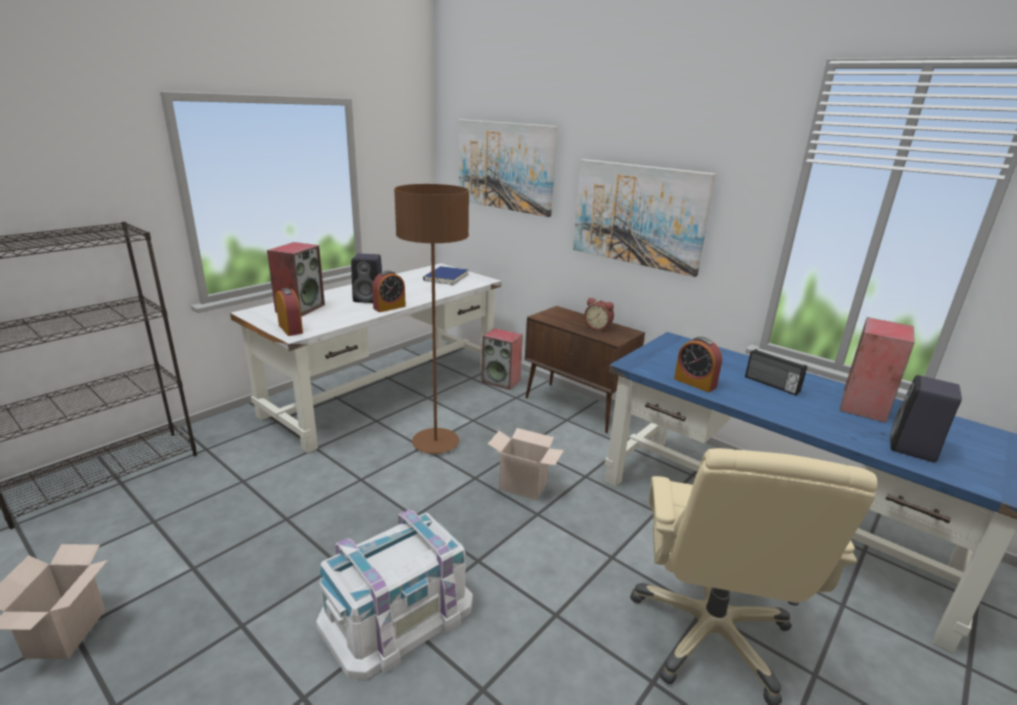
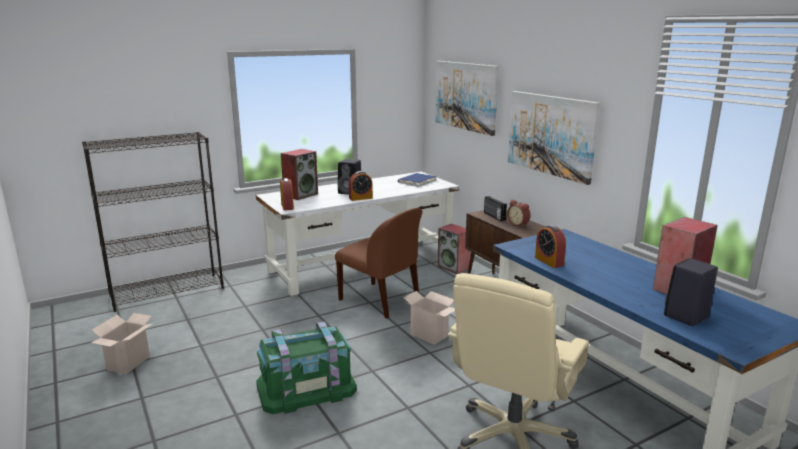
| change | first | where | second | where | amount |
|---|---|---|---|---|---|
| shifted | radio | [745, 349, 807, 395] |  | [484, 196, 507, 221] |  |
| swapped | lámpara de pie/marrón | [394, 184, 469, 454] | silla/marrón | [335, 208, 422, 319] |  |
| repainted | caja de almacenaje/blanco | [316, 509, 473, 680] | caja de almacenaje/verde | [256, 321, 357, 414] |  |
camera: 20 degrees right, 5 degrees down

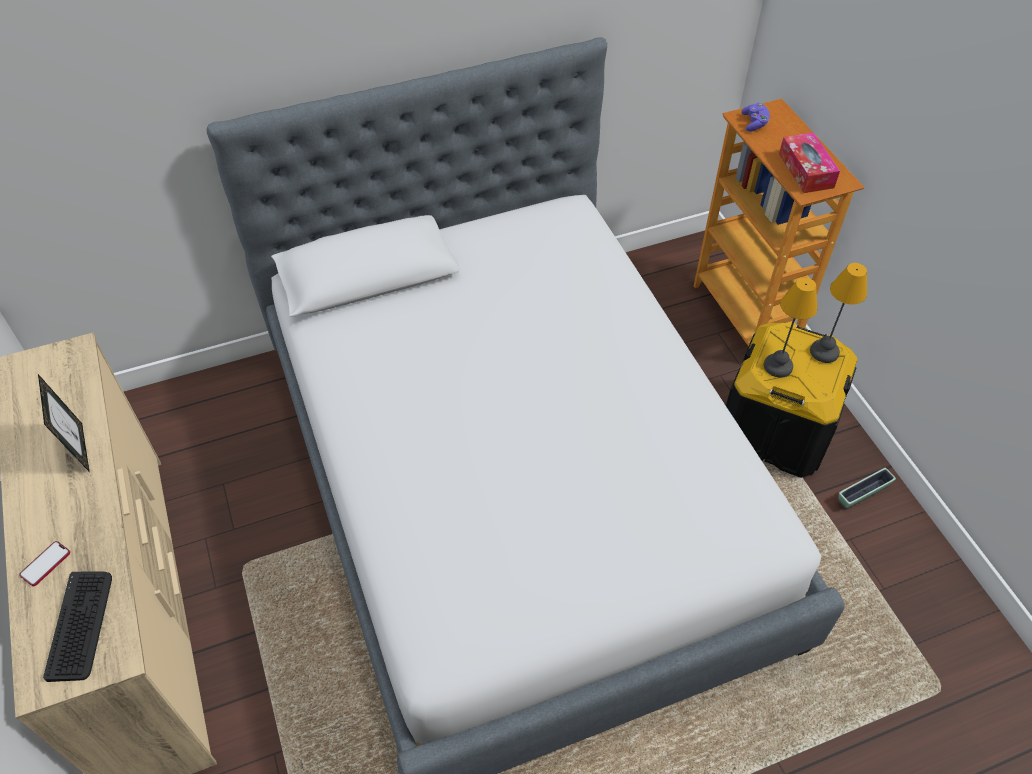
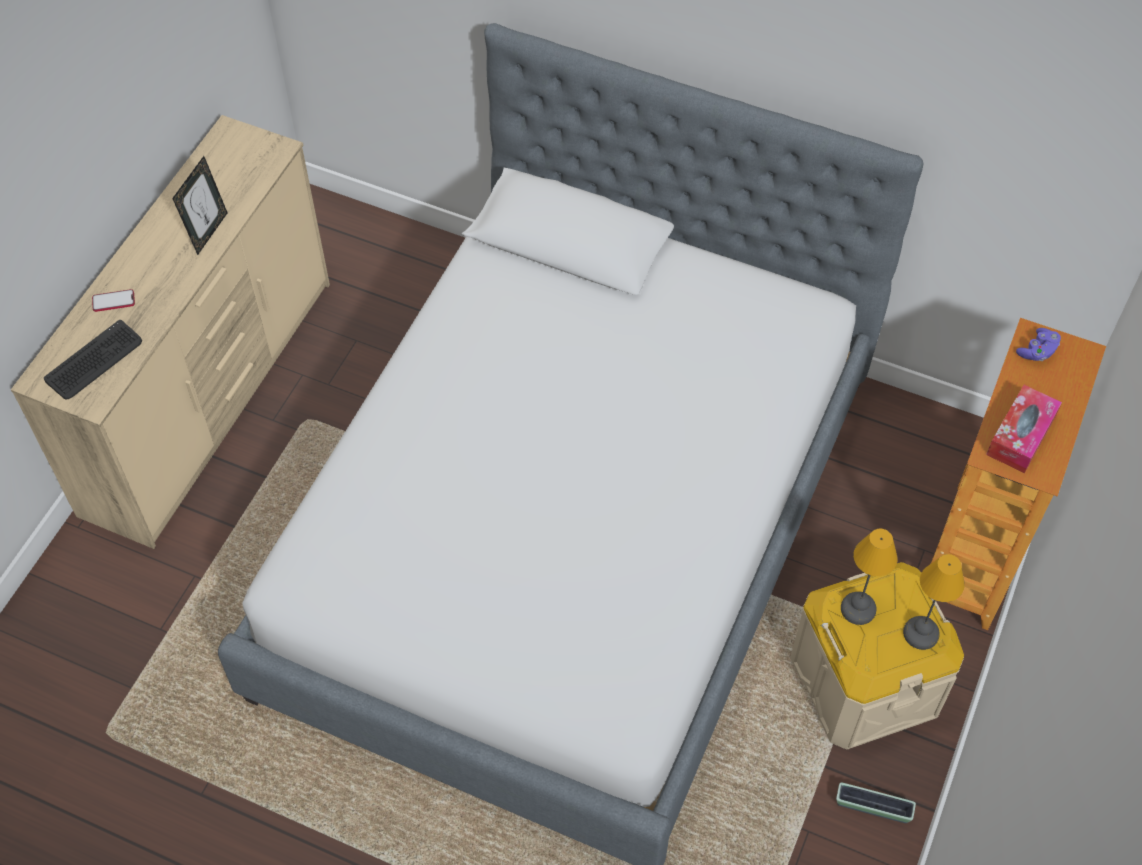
| change | first | where | second | where | amount |
|---|---|---|---|---|---|
| repainted | caja de almacenaje/negro | [726, 323, 858, 478] | caja de almacenaje/beis | [790, 562, 964, 750] |  |
camera: 45 degrees right, 5 degrees up

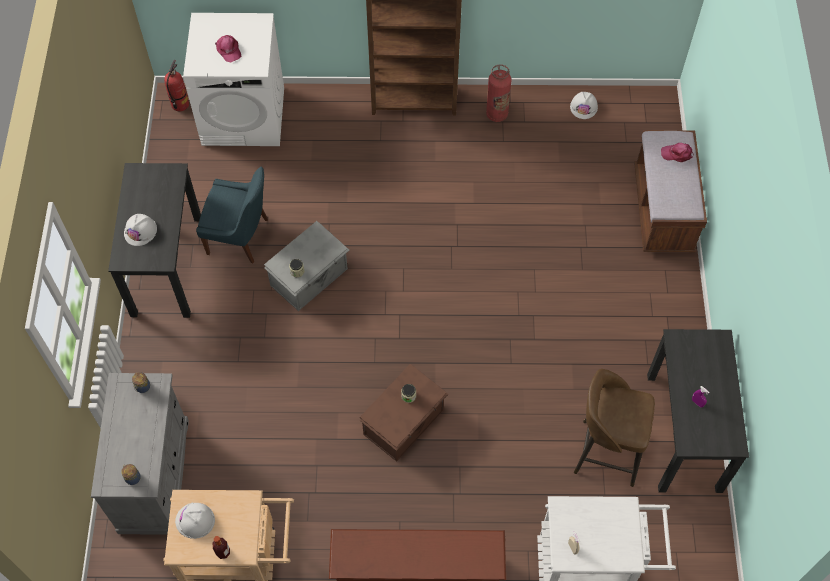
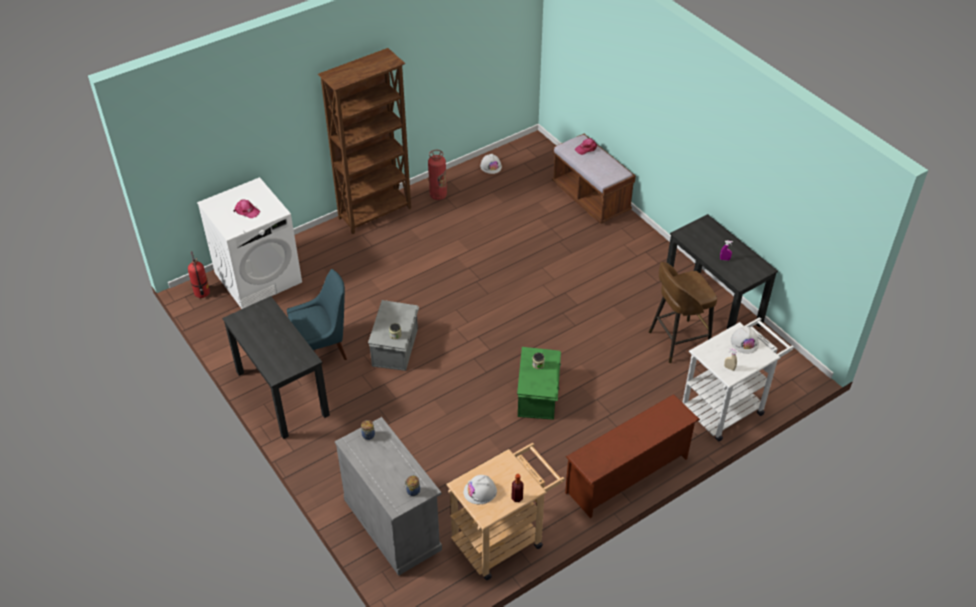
| change | first | where | second | where | amount |
|---|---|---|---|---|---|
| shifted | casco/blanco | [124, 214, 157, 246] |  | [731, 327, 759, 354] |  |
| repainted | caja de almacenaje/marrón | [360, 364, 448, 462] | caja de almacenaje/verde | [517, 347, 561, 420] |  |
camera: 35 degrees left, 15 degrees down

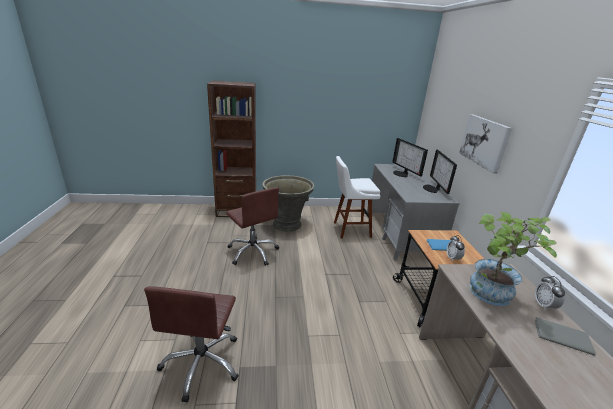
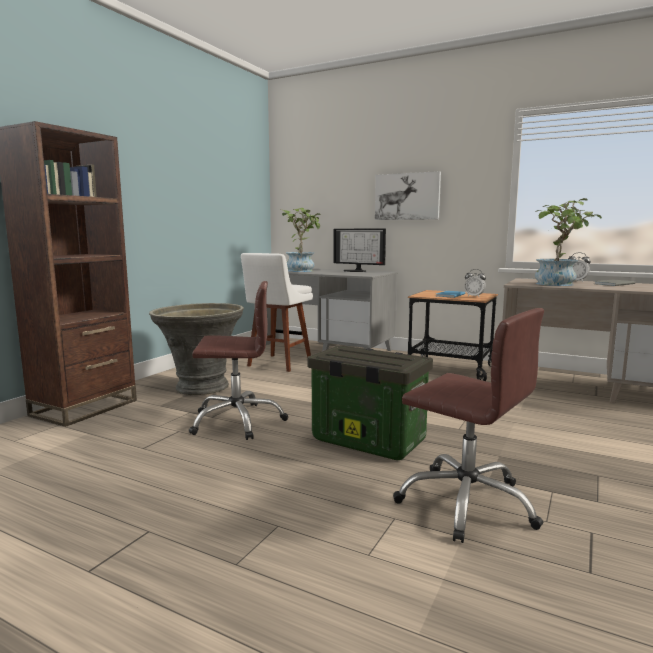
| change | first | where | second | where | amount |
|---|---|---|---|---|---|
| new |  |  | caja de almacenaje | [307, 346, 433, 460] |  |
| swapped | monitor | [392, 138, 428, 177] | planta en maceta | [279, 208, 321, 272] |  |
camera: 55 degrees left, 15 degrees down

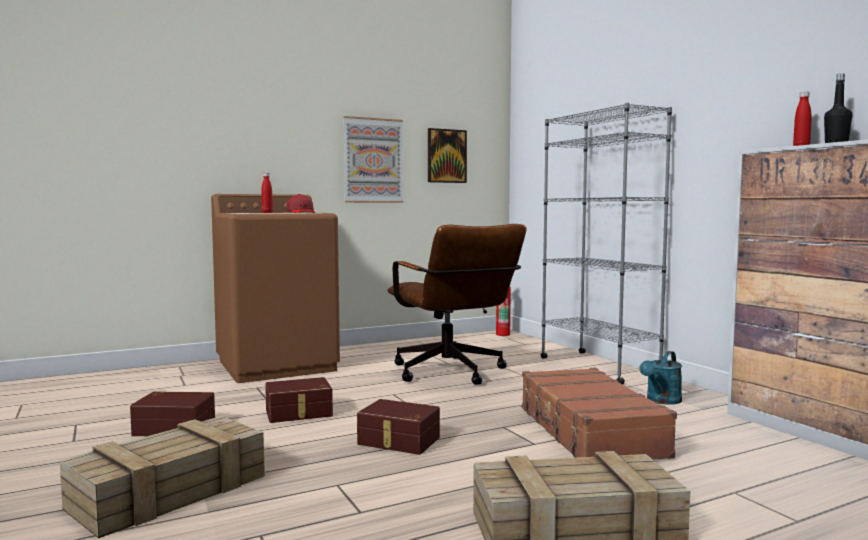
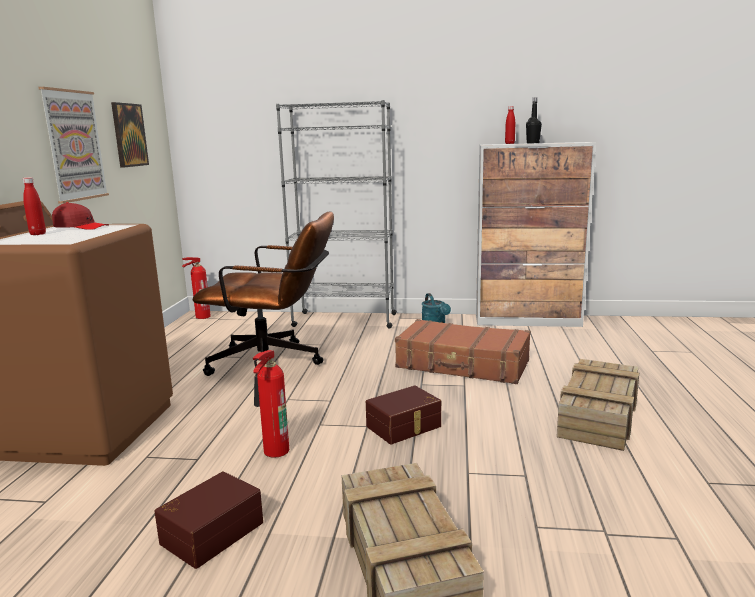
| change | first | where | second | where | amount |
|---|---|---|---|---|---|
| swapped | caja de almacenaje/marrón | [265, 377, 333, 423] | extintor | [253, 350, 289, 458] |  |
camera: 55 degrees left, 10 degrees up

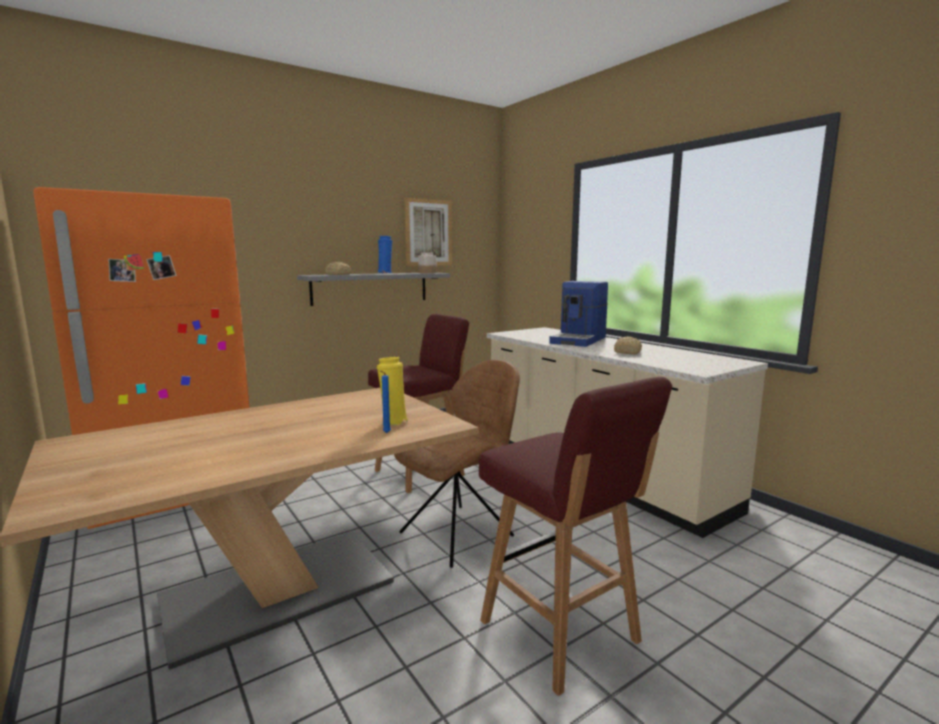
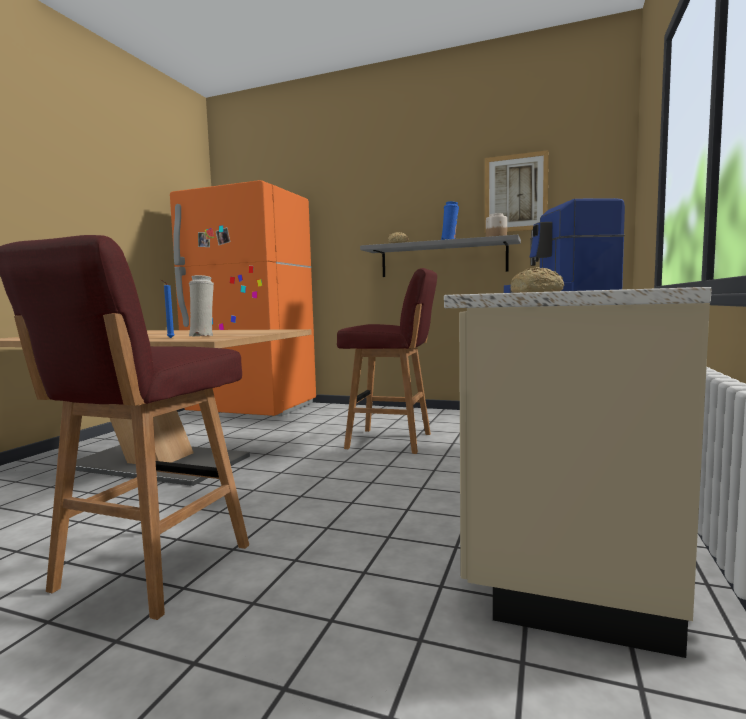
| change | first | where | second | where | amount |
|---|---|---|---|---|---|
| gone | silla/marrón | [394, 360, 520, 568] |  |  |  |
| repainted | florero/amarillo | [377, 357, 408, 425] | florero/blanco | [189, 275, 214, 336] |  |
camera: 55 degrees right, 5 degrees down

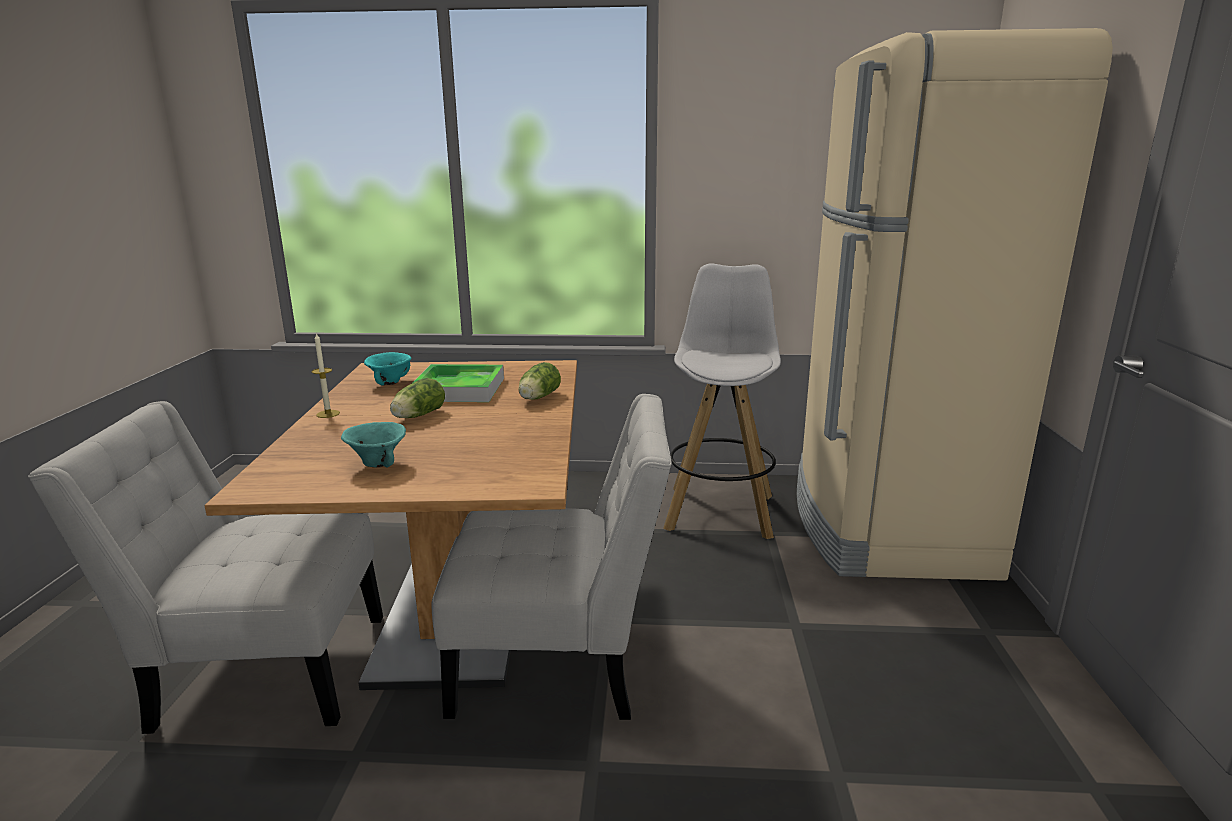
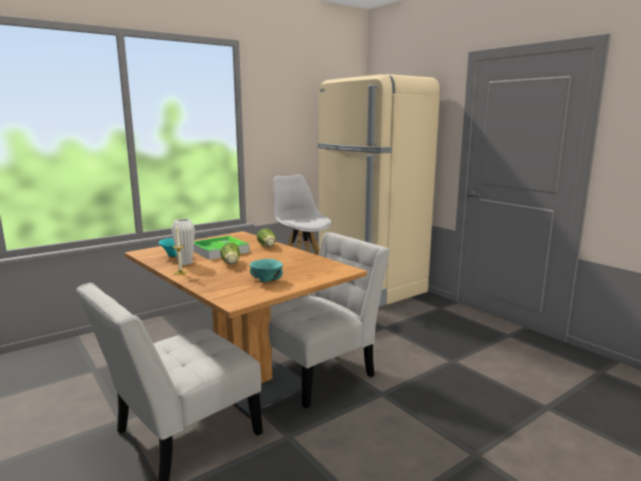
| change | first | where | second | where | amount |
|---|---|---|---|---|---|
| new |  |  | florero/blanco | [171, 219, 195, 265] |  |
camera: 40 degrees left, 5 degrees down

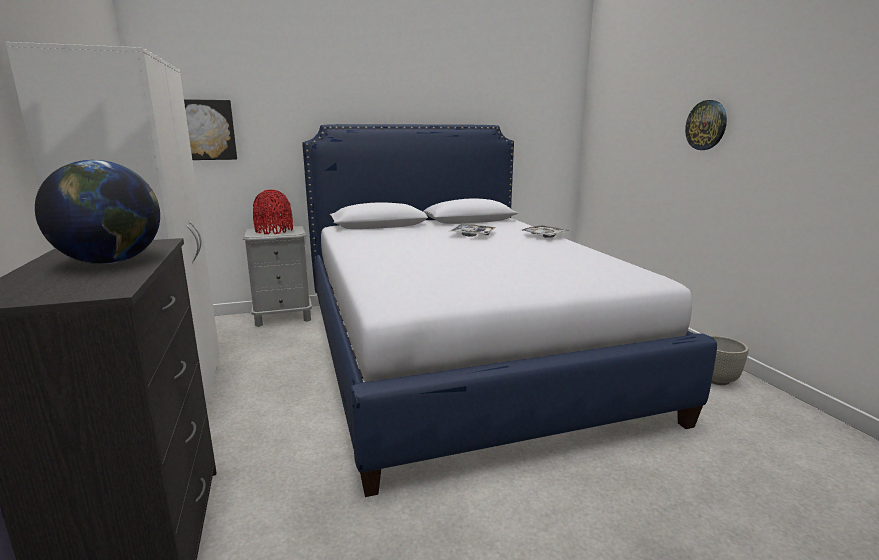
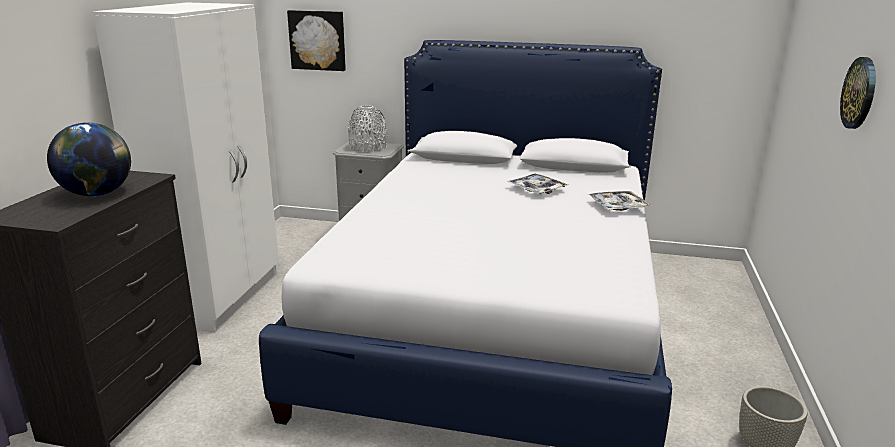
| change | first | where | second | where | amount |
|---|---|---|---|---|---|
| repainted | florero/rojo | [253, 190, 293, 234] | florero/gris | [348, 105, 387, 152] |  |
camera: 30 degrees right, 5 degrees up

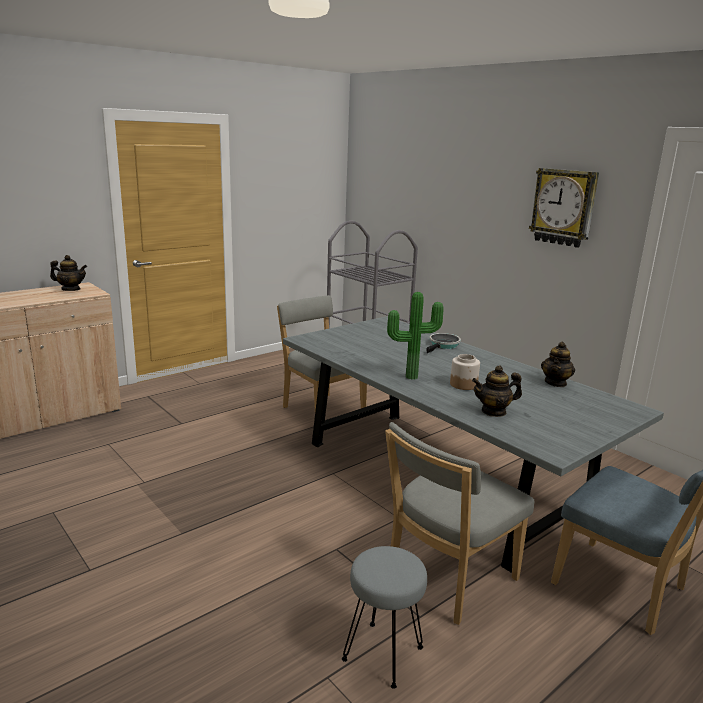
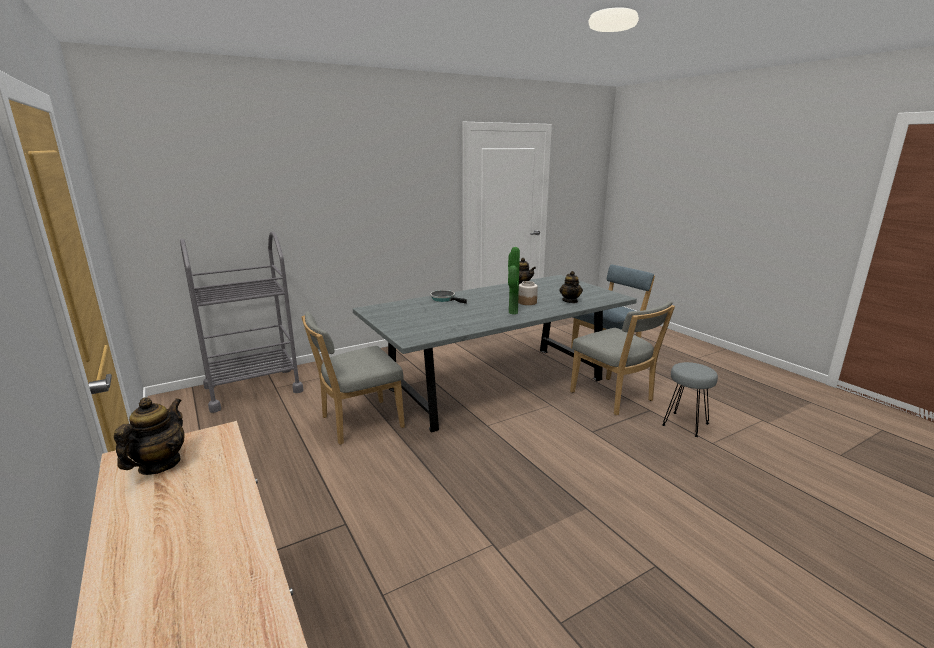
| change | first | where | second | where | amount |
|---|---|---|---|---|---|
| gone | reloj de pared | [529, 168, 599, 248] |  |  |  |
camera: 80 degrees left, 0 degrees up

